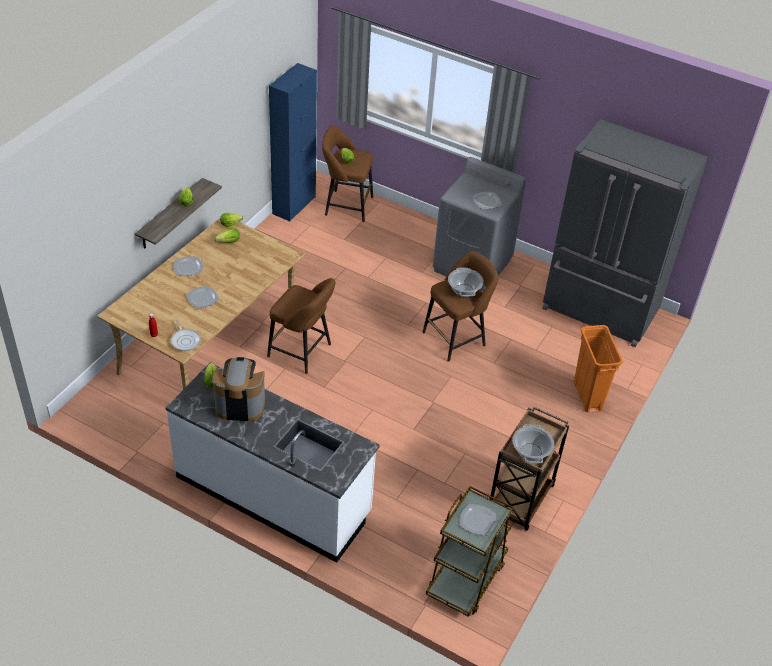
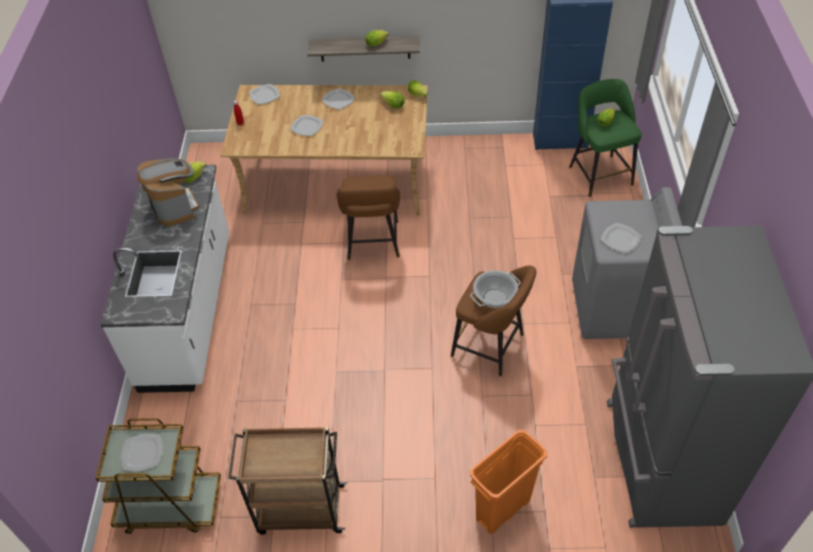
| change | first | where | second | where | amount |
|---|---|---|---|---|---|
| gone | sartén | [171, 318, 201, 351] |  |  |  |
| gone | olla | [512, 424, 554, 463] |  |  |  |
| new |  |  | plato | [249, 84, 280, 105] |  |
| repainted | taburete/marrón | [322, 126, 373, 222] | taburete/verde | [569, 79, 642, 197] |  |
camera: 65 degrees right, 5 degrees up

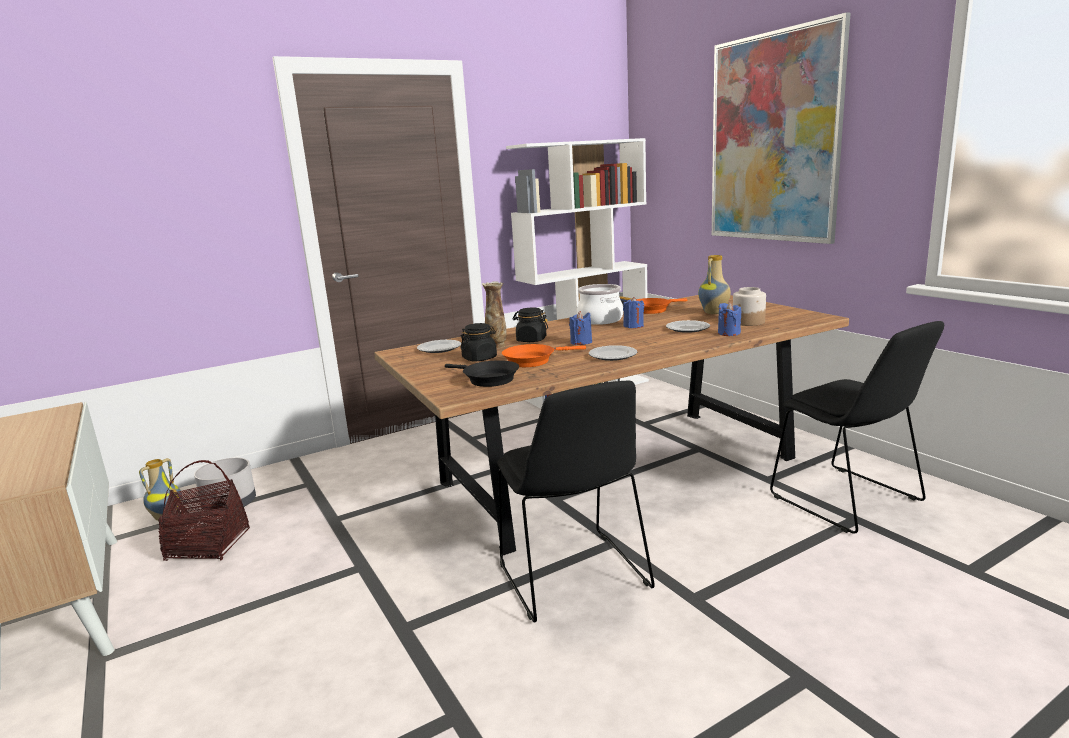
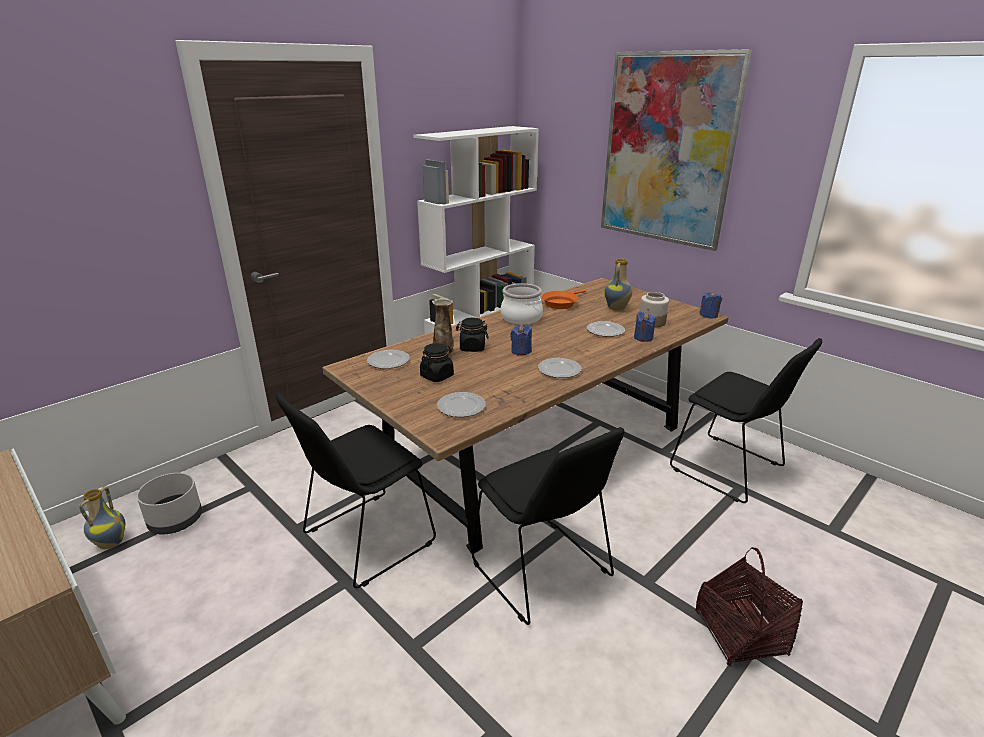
| change | first | where | second | where | amount |
|---|---|---|---|---|---|
| gone | sartén/naranja | [502, 344, 586, 367] |  |  |  |
| new |  |  | silla/negro | [275, 392, 436, 589] |  |
| shifted | cesta | [158, 460, 250, 561] |  | [695, 547, 803, 666] |  |
| shifted | vela/azul | [623, 297, 644, 328] |  | [699, 291, 722, 318] |  |
| swapped | sartén/negro | [445, 360, 519, 387] | plato | [437, 392, 486, 417] |  |
camera: 15 degrees left, 10 degrees up

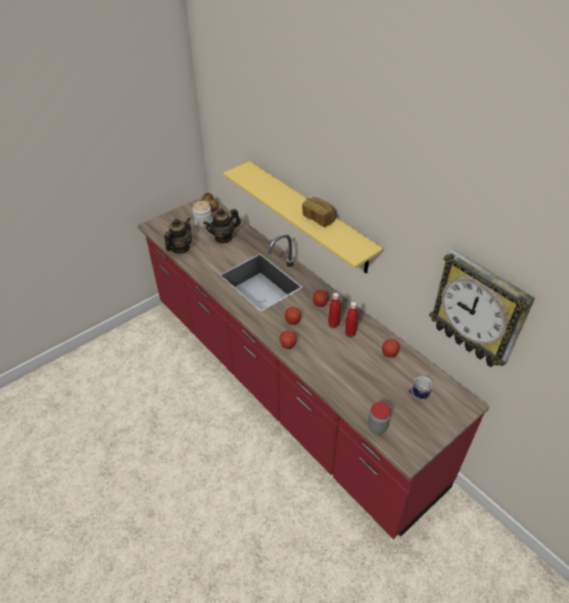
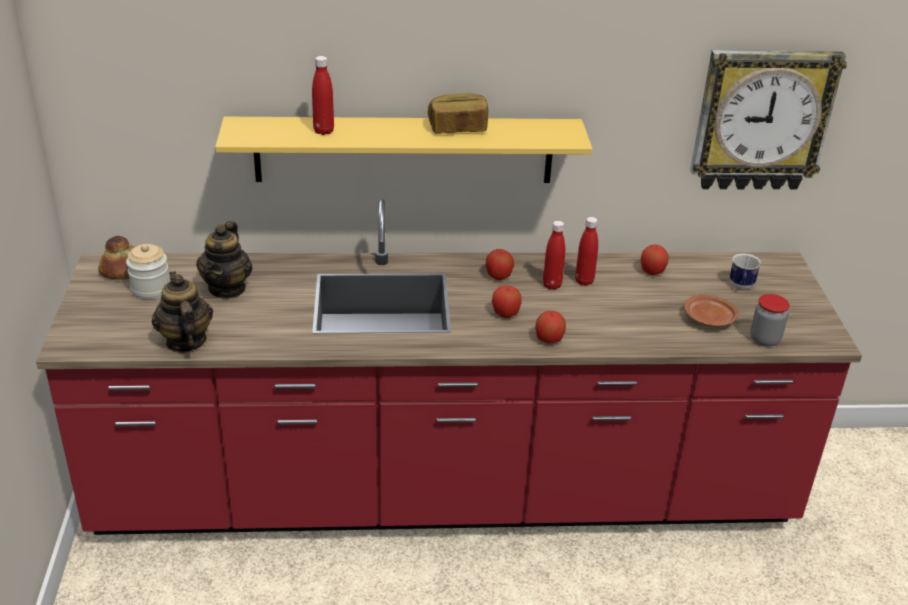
| change | first | where | second | where | amount |
|---|---|---|---|---|---|
| new |  |  | botella/rojo | [312, 56, 334, 135] |  |
| new |  |  | plato/marrón | [684, 294, 738, 327] |  |
camera: 55 degrees left, 10 degrees down

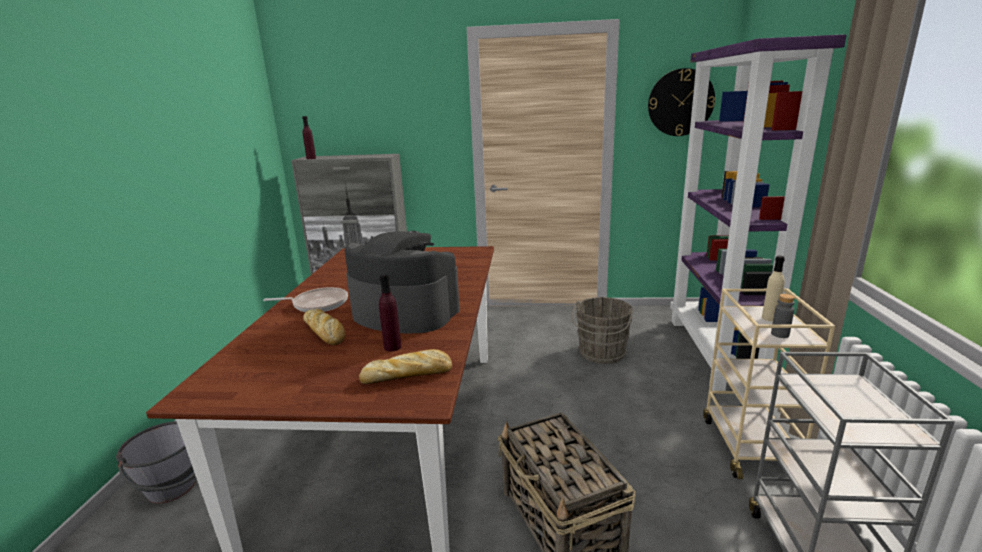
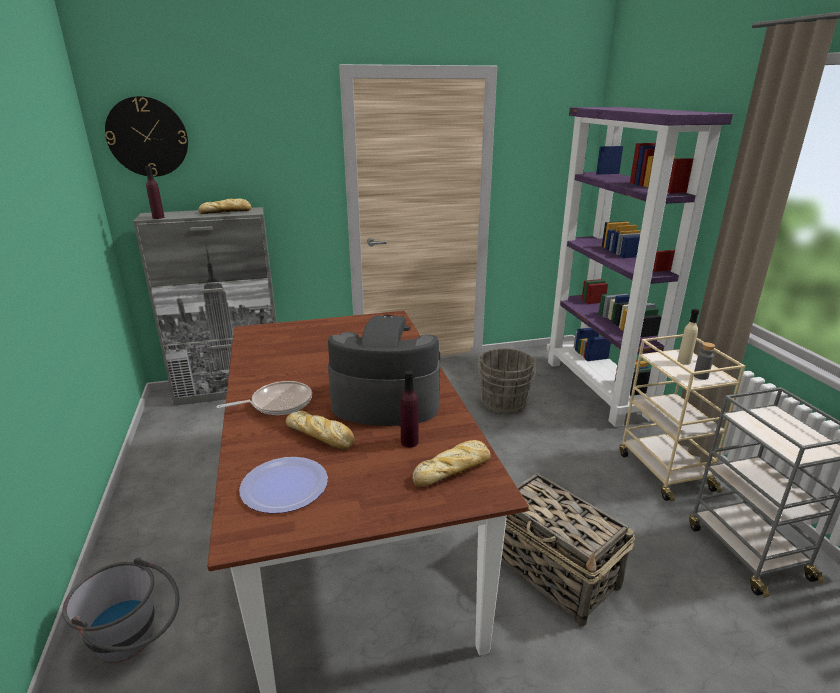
| change | first | where | second | where | amount |
|---|---|---|---|---|---|
| new |  |  | pan | [198, 199, 252, 214] |  |
| new |  |  | plato | [239, 457, 328, 514] |  |
| shifted | reloj de pared | [648, 68, 715, 136] |  | [105, 96, 188, 177] |  |
camera: 20 degrees left, 5 degrees up

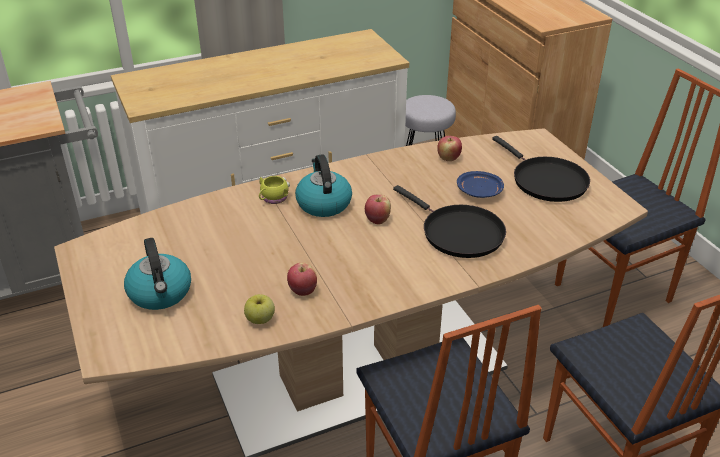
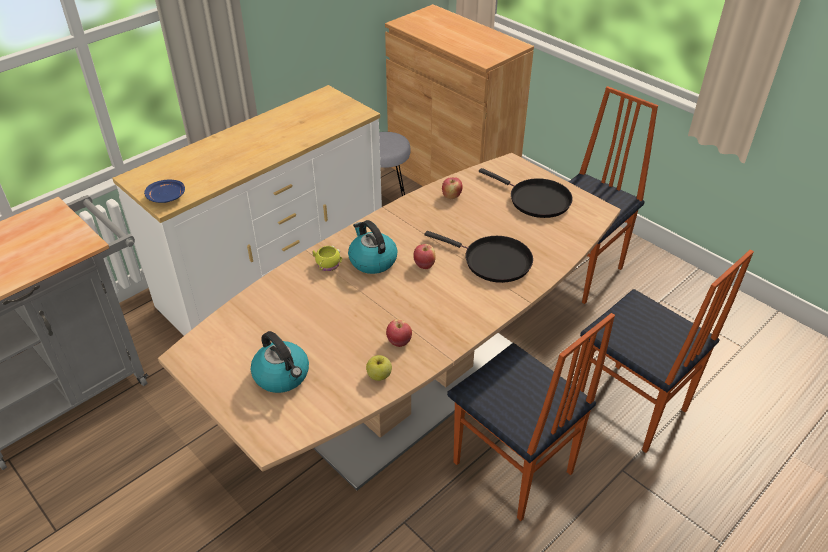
| change | first | where | second | where | amount |
|---|---|---|---|---|---|
| shifted | plato/azul | [457, 171, 504, 198] |  | [144, 180, 185, 203] |  |
camera: 20 degrees left, 5 degrees up

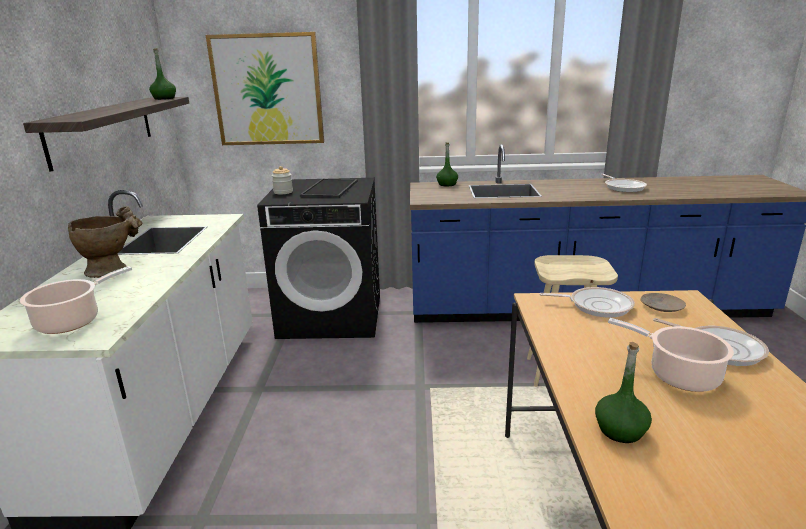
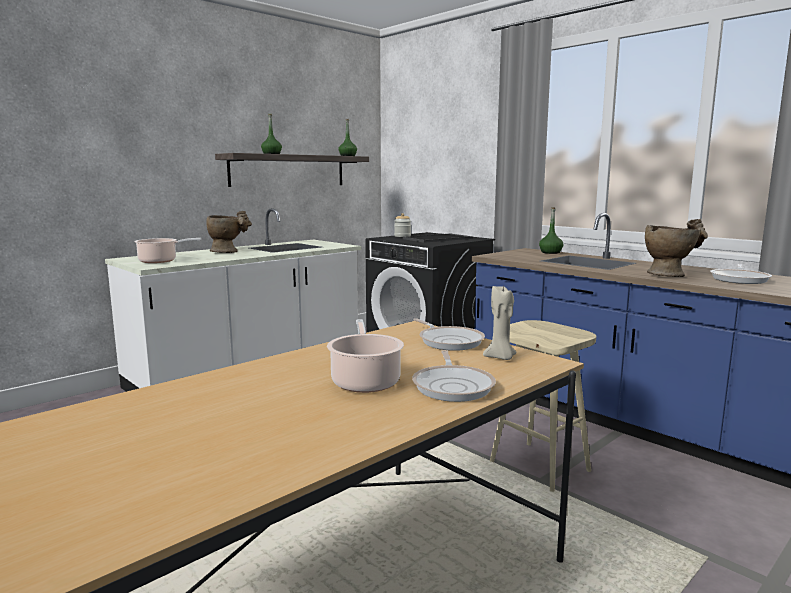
| change | first | where | second | where | amount |
|---|---|---|---|---|---|
| gone | cuadro | [206, 32, 324, 145] |  |  |  |
| new |  |  | florero/beis | [645, 219, 708, 277] |  |
| shifted | botella/verde | [595, 342, 652, 443] |  | [261, 114, 282, 154] |  |
| swapped | plato/beis | [640, 293, 686, 312] | vela/beis | [483, 284, 517, 360] |  |
camera: 45 degrees right, 10 degrees down

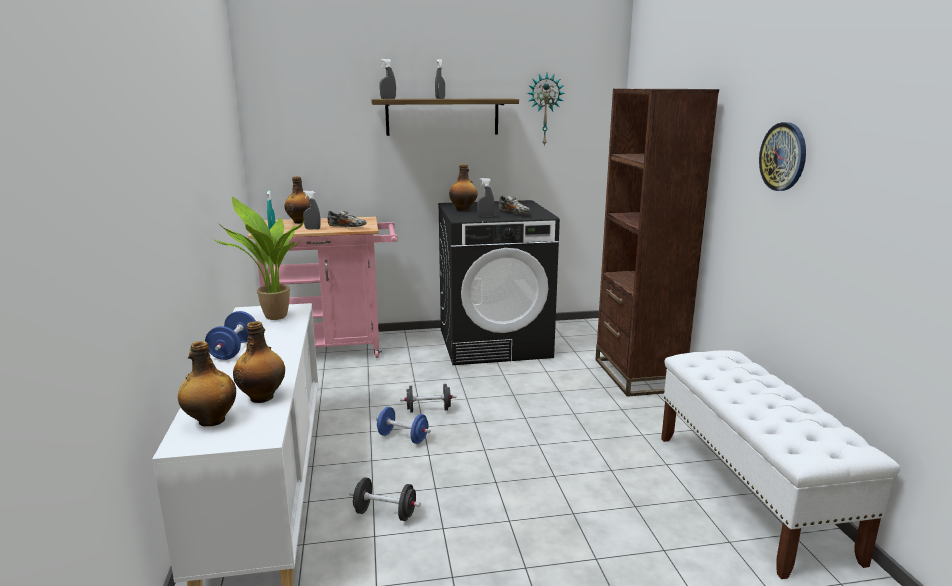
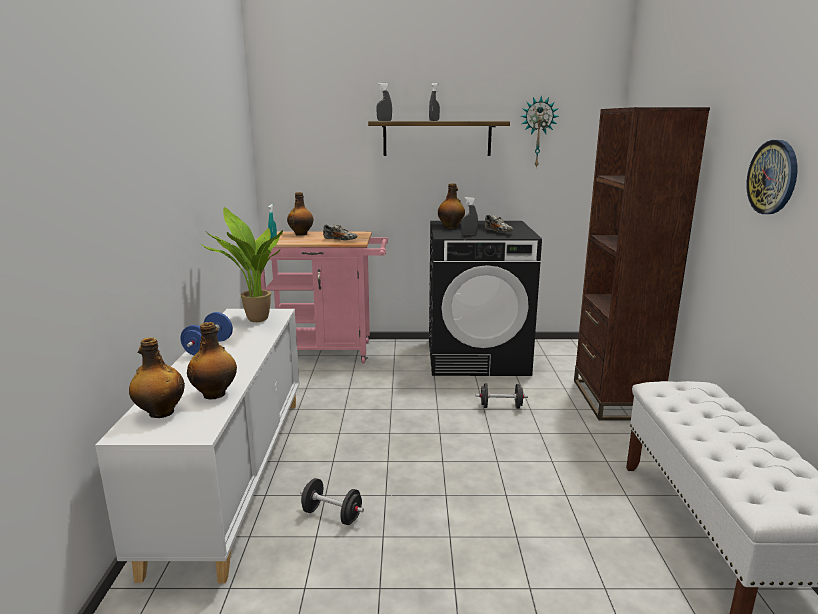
| change | first | where | second | where | amount |
|---|---|---|---|---|---|
| gone | pulverizador/gris | [303, 191, 321, 230] |  |  |  |
| gone | mancuerna/azul | [376, 407, 430, 444] |  |  |  |
| shifted | mancuerna/negro | [400, 384, 457, 413] |  | [475, 383, 528, 409] |  |
camera: 10 degrees right, 0 degrees up

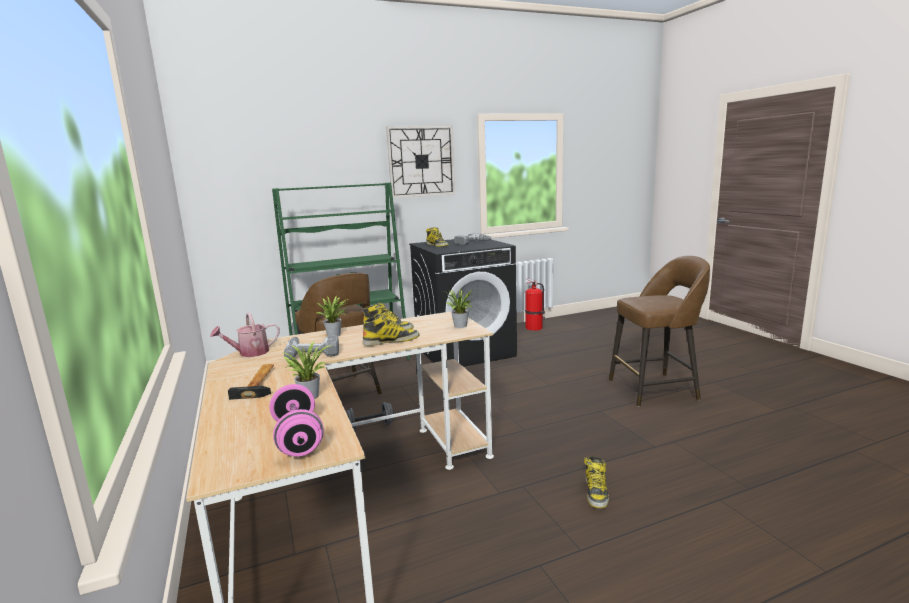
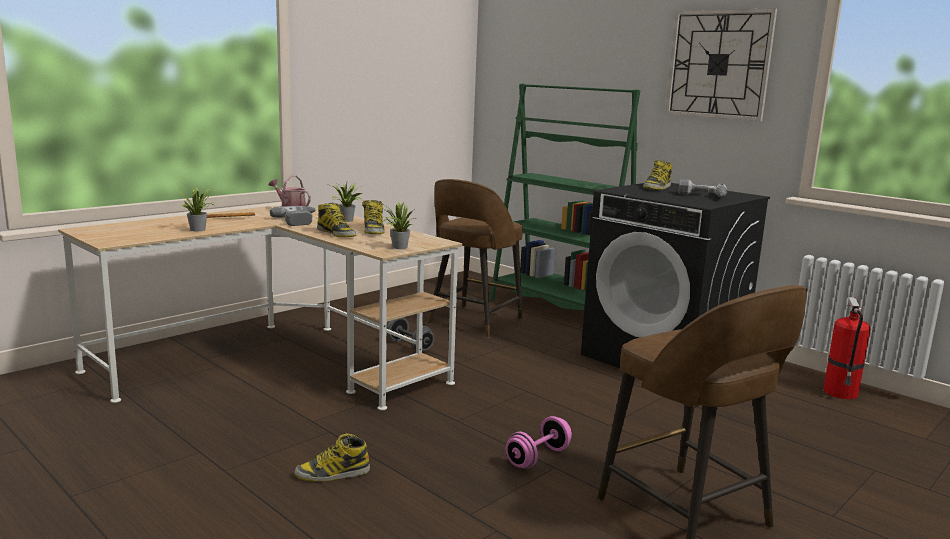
| change | first | where | second | where | amount |
|---|---|---|---|---|---|
| shifted | mancuerna/rosa | [270, 384, 324, 457] |  | [505, 416, 572, 469] |  |
camera: 65 degrees right, 0 degrees up

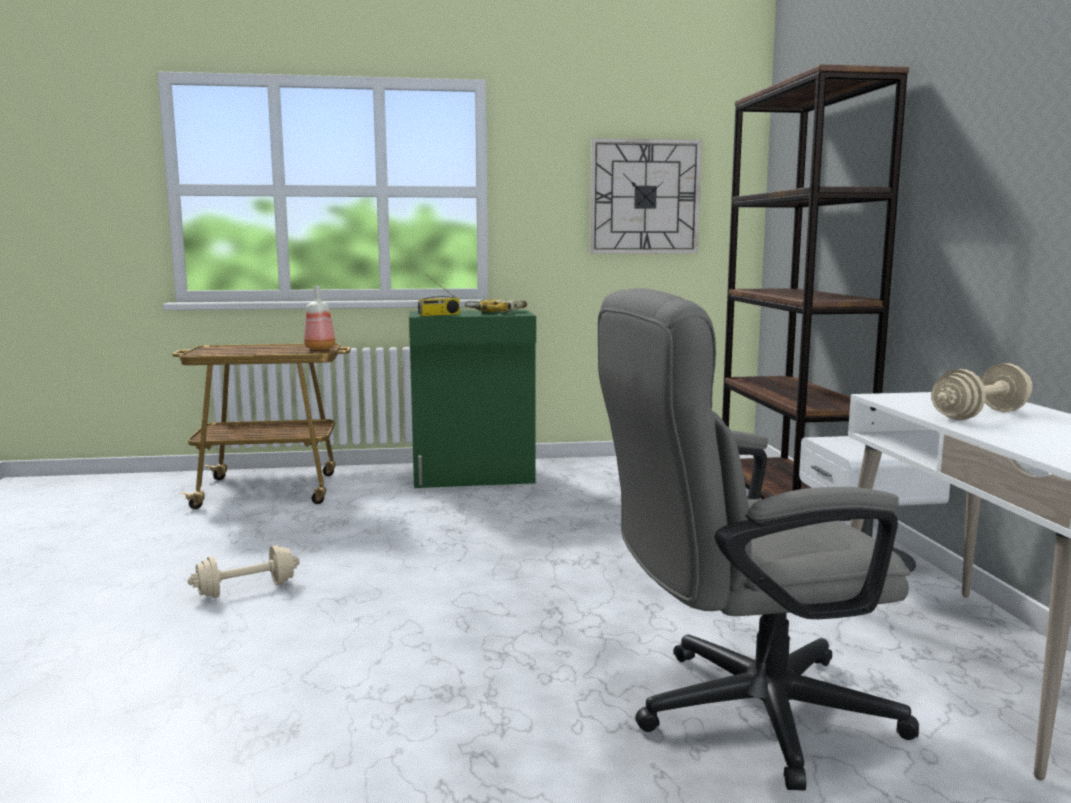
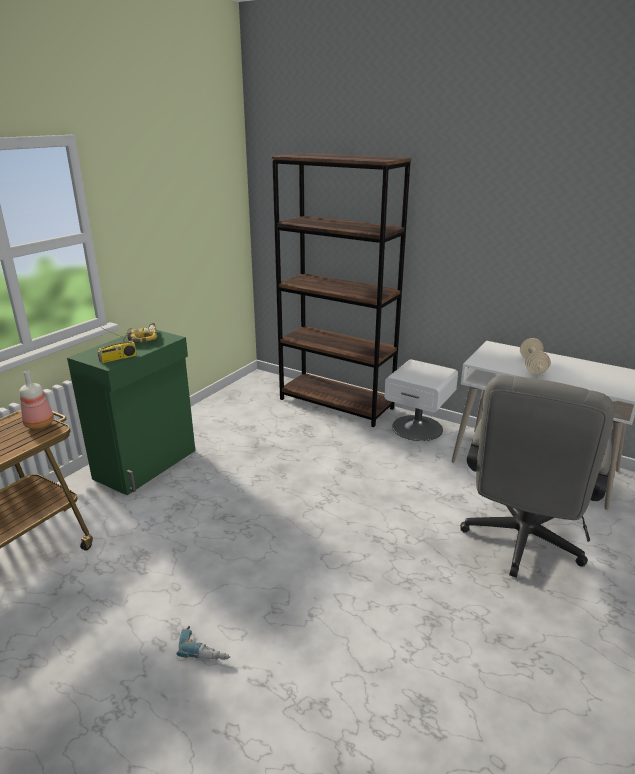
| change | first | where | second | where | amount |
|---|---|---|---|---|---|
| gone | reloj de pared | [590, 138, 702, 254] |  |  |  |
| swapped | mancuerna/beis | [188, 545, 300, 598] | taladro | [176, 626, 230, 660] |  |
| rotated | radio | [418, 274, 460, 316] |  | [97, 328, 137, 363] | 45 degrees clockwise |
camera: 50 degrees left, 15 degrees up

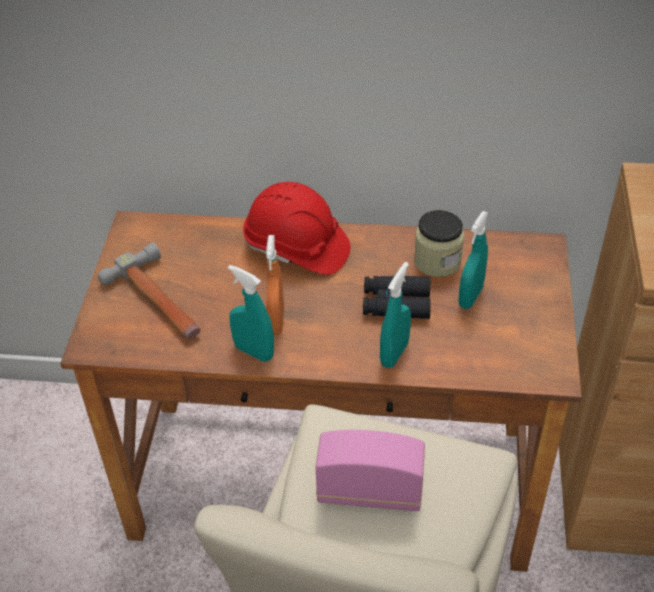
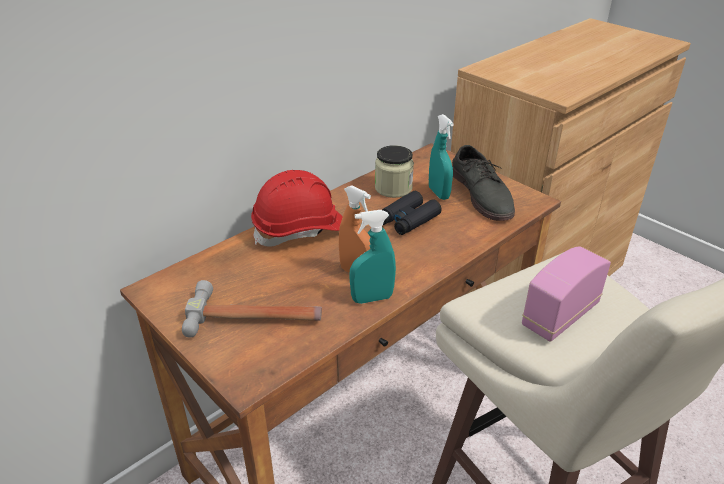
| change | first | where | second | where | amount |
|---|---|---|---|---|---|
| gone | pulverizador/turquesa | [380, 262, 411, 368] |  |  |  |
| new |  |  | zapato/gris | [452, 145, 515, 221] |  |
camera: 50 degrees left, 10 degrees down

